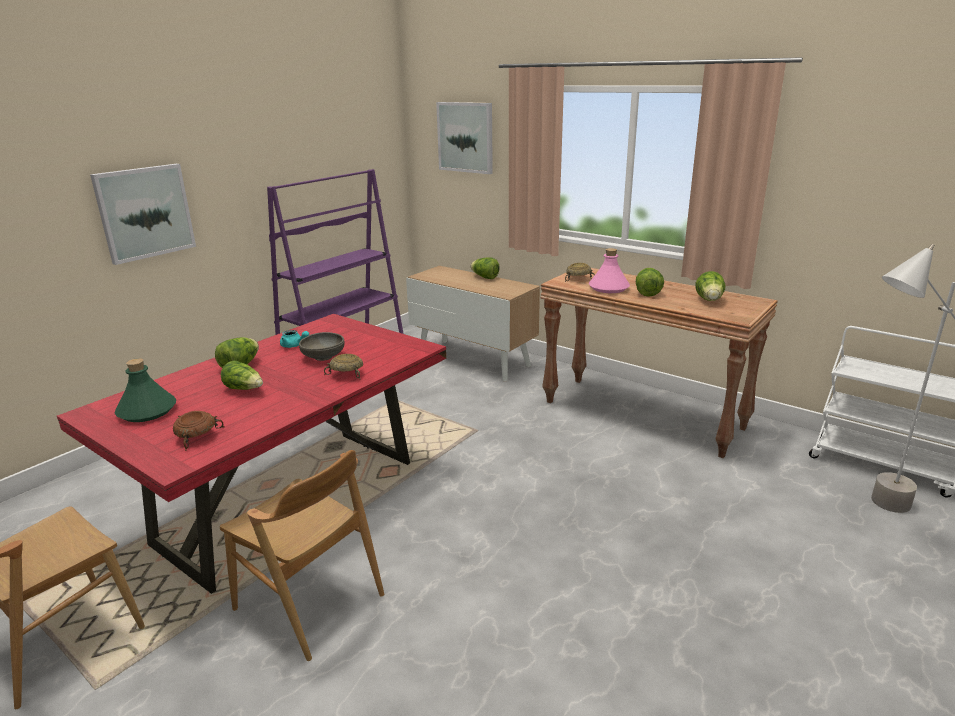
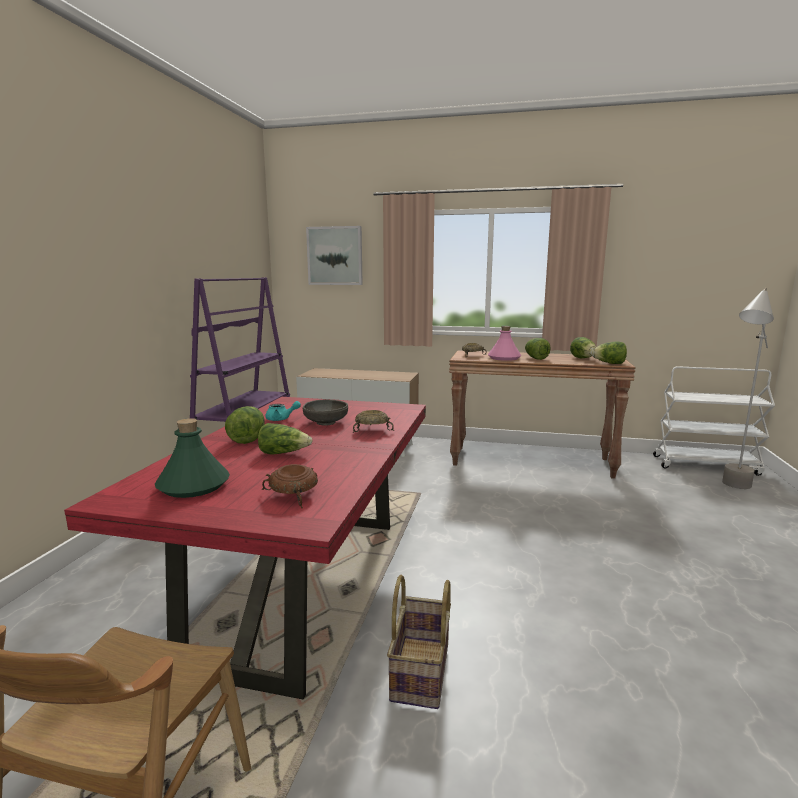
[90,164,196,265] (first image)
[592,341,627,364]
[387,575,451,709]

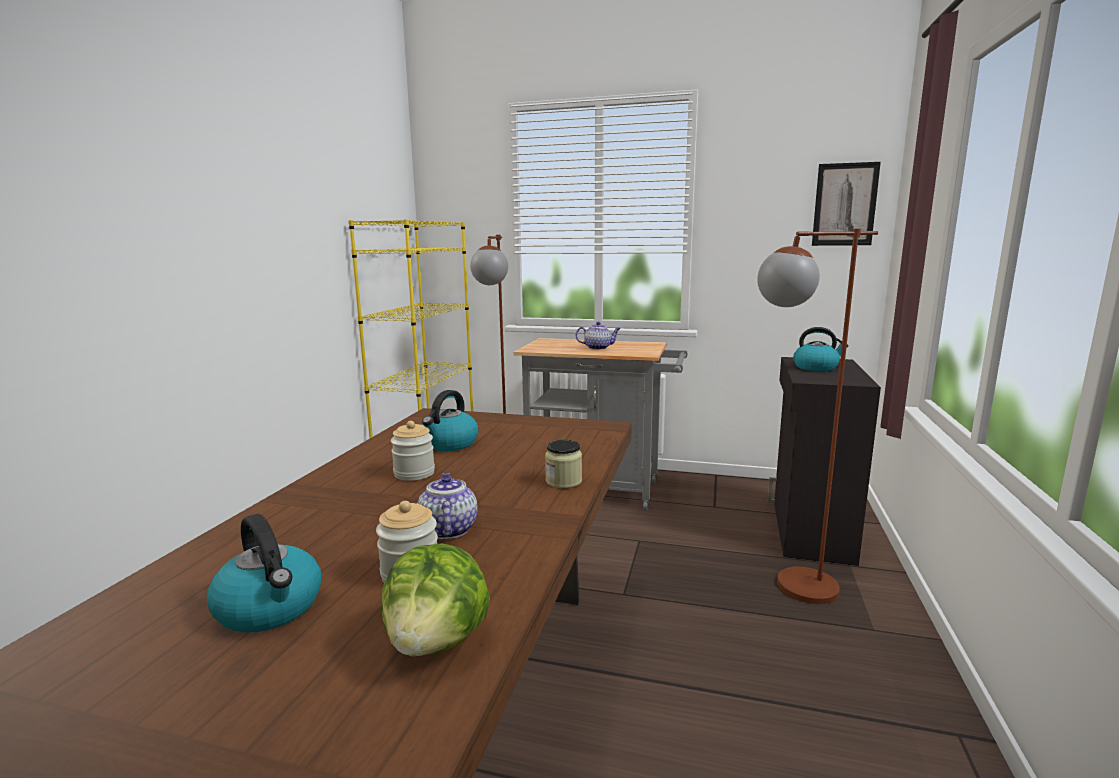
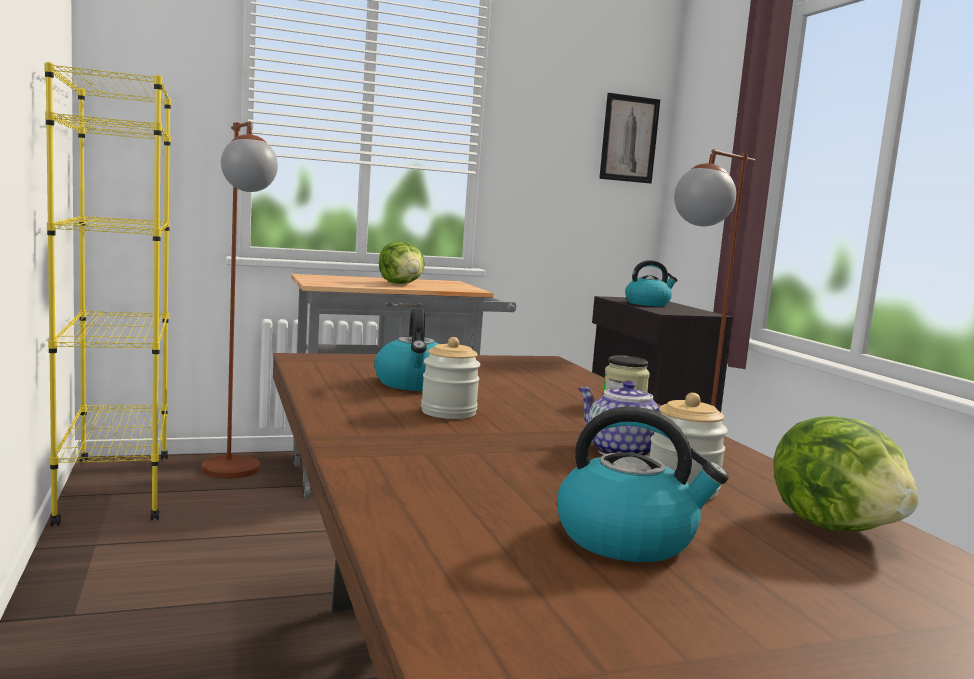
[379,242,425,284]

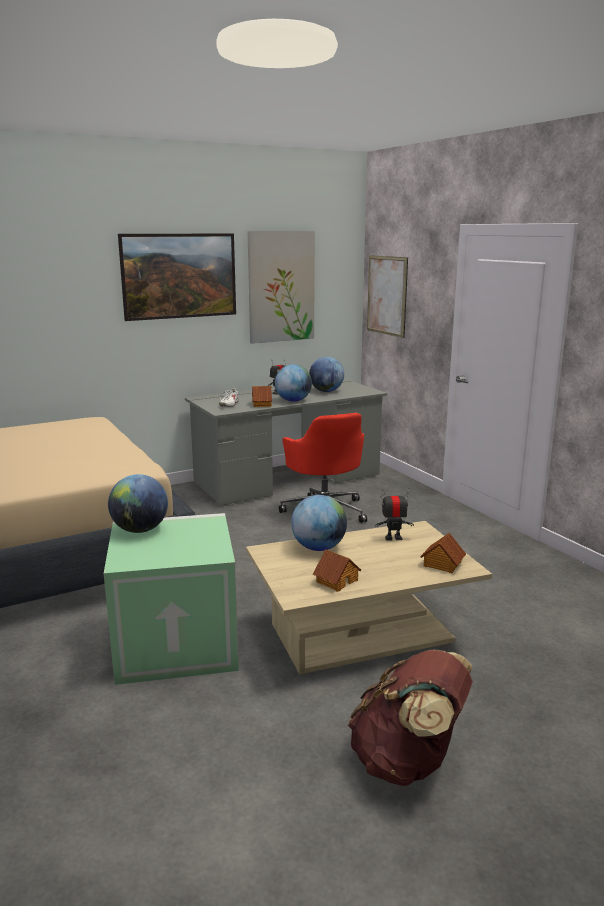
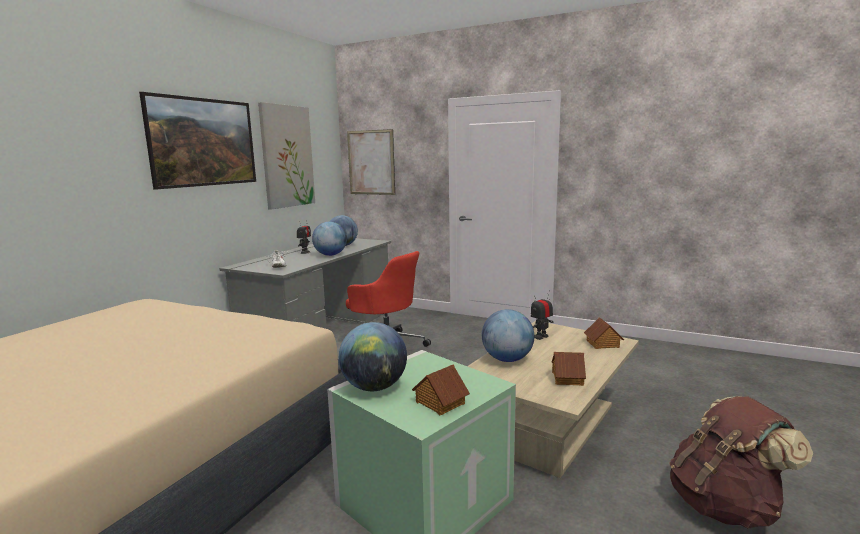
[412,364,470,415]

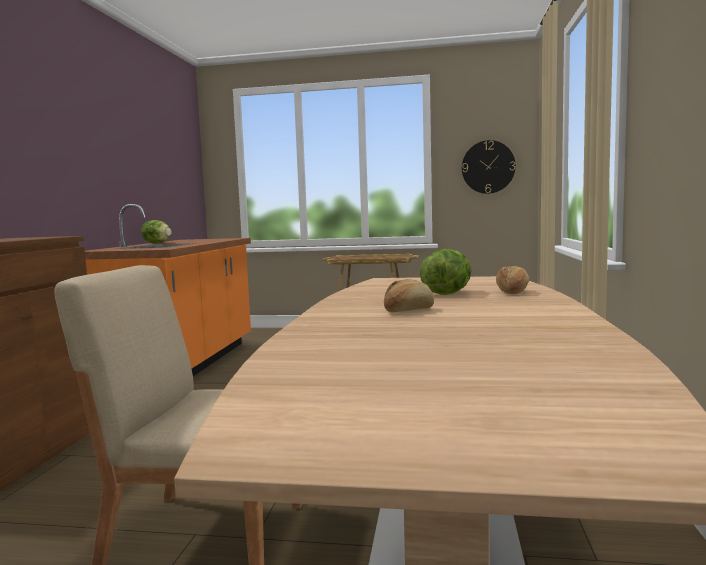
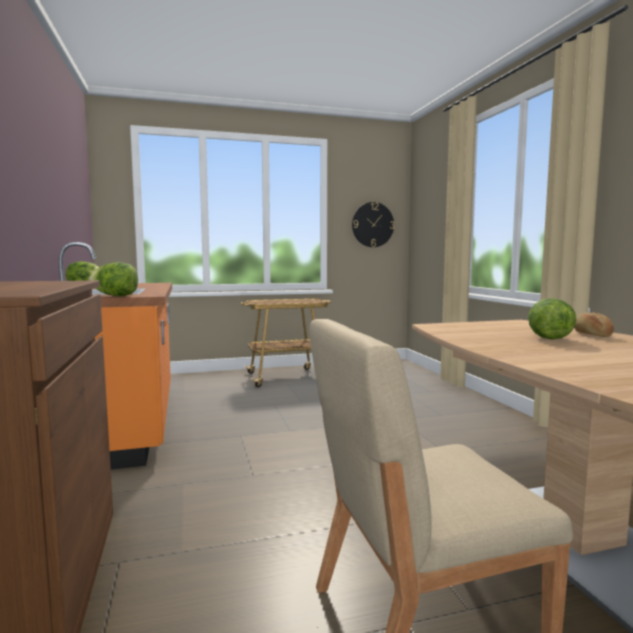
[384,279,434,312] (first image)
[89,262,138,296]

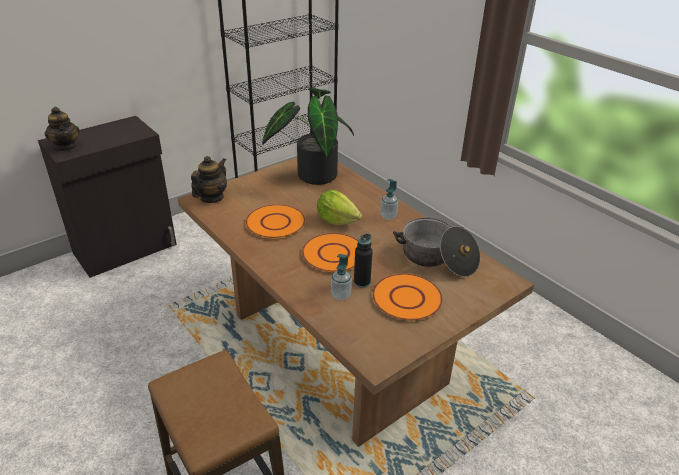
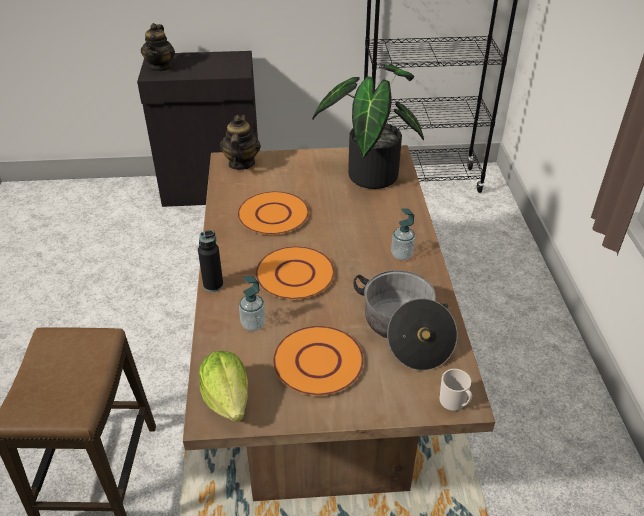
[220,115,261,170]
[199,351,248,422]
[198,230,223,292]
[439,369,472,411]

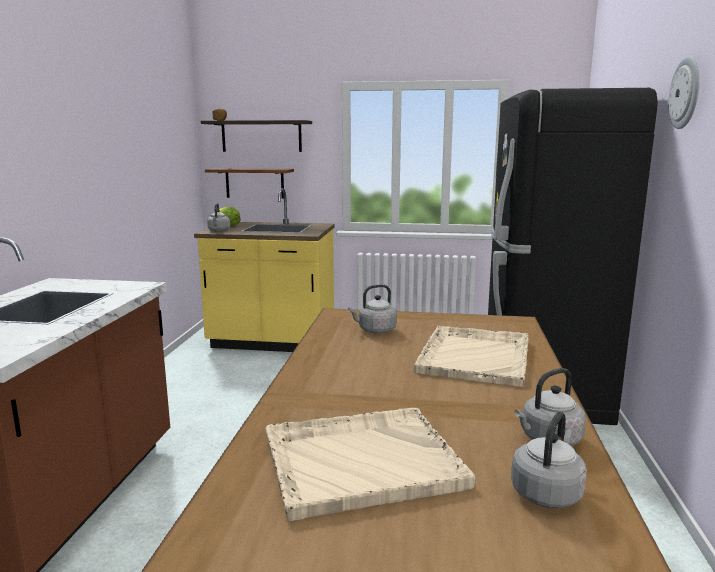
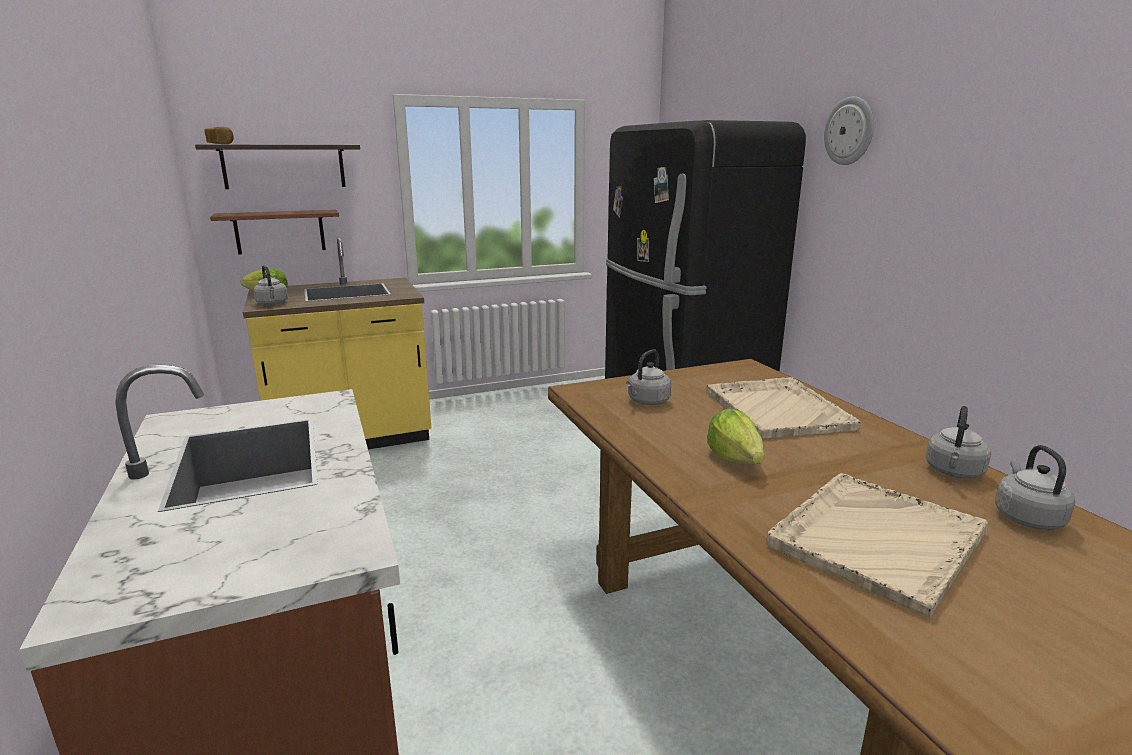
[707,409,765,465]

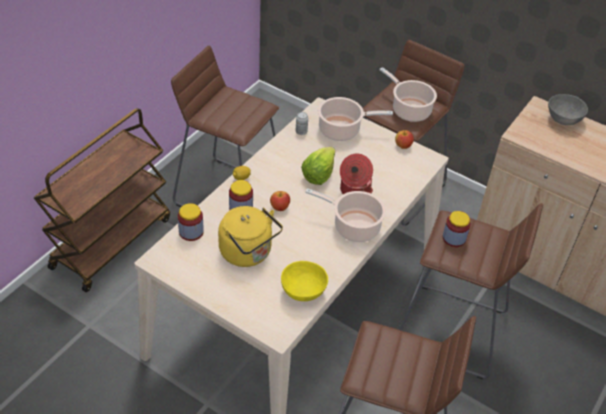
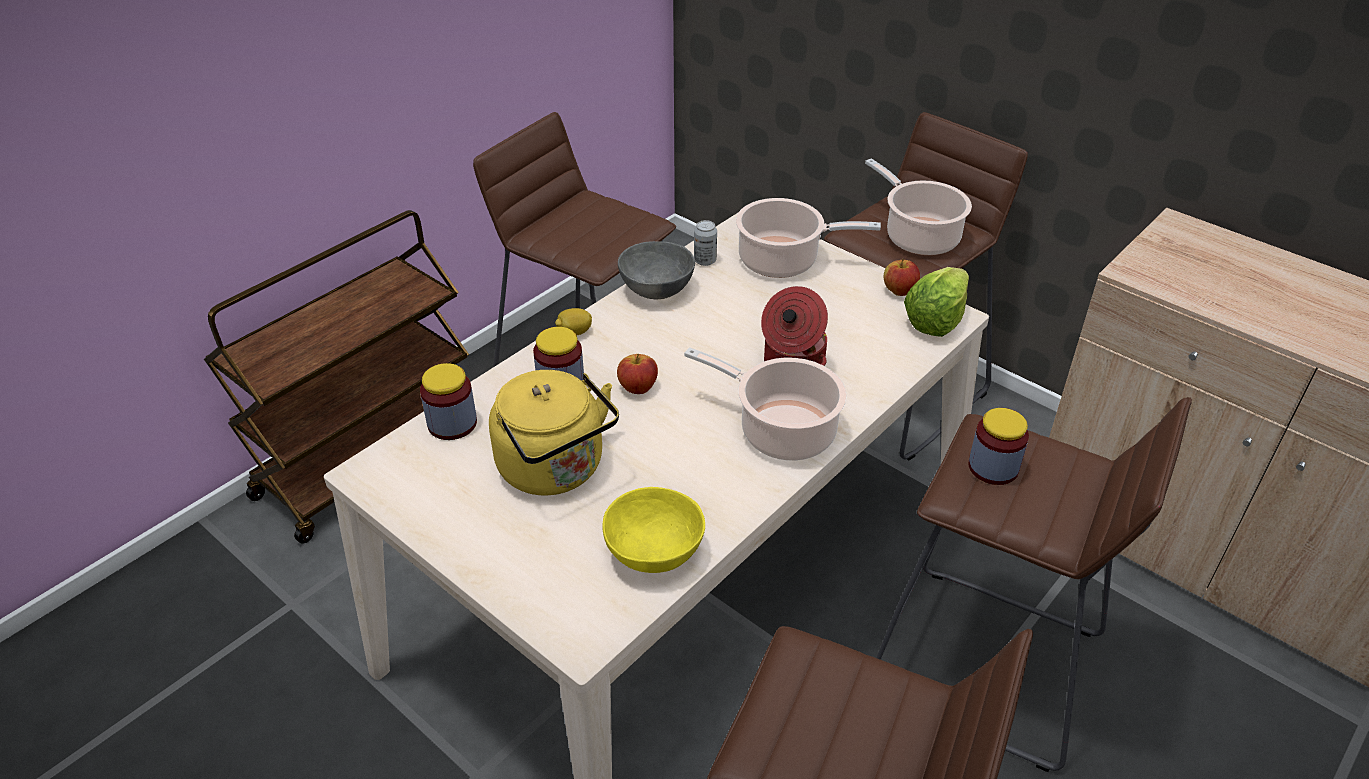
[618,241,695,299]
[904,267,969,337]

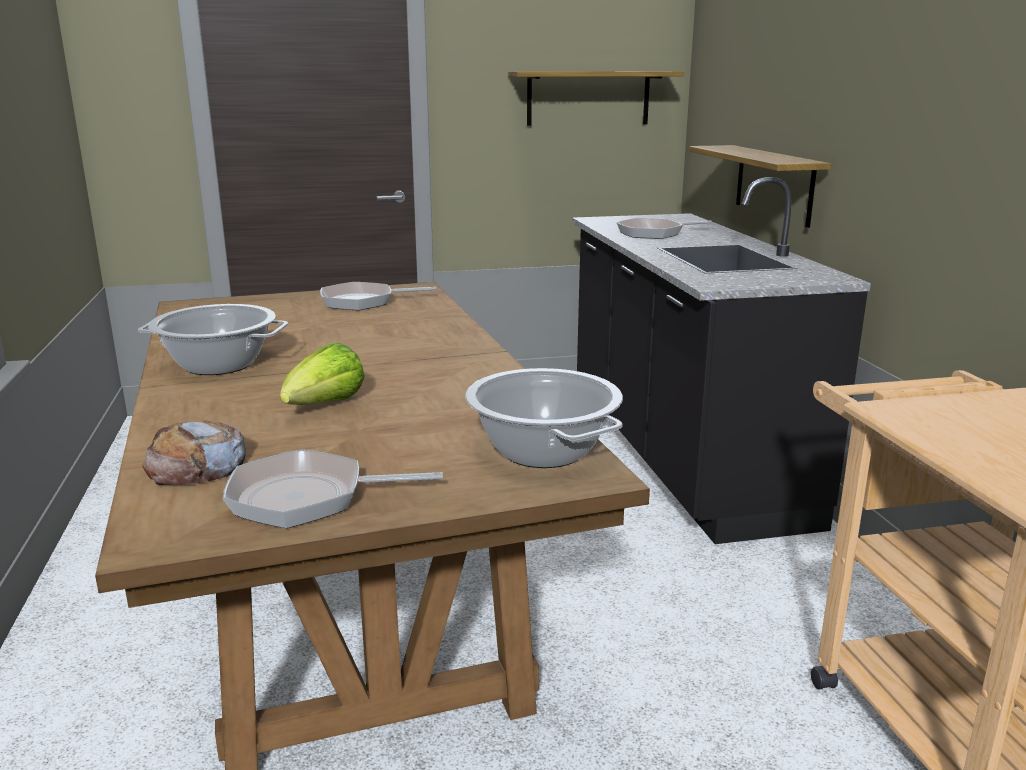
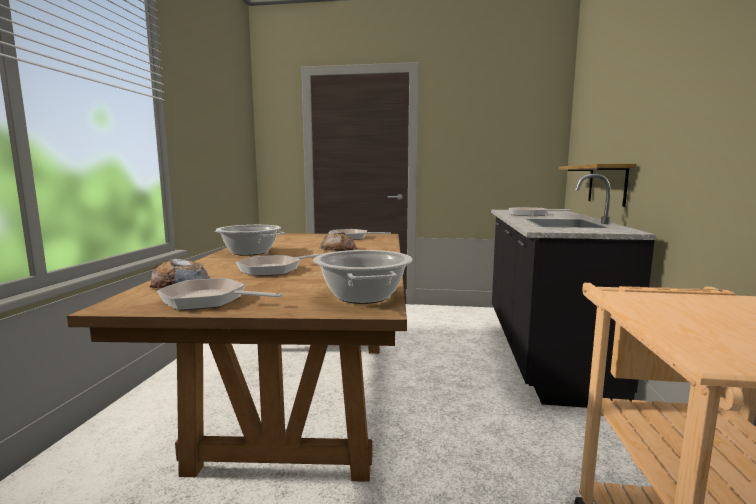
[508,71,684,126] (first image)
[236,253,323,276]
[319,232,357,252]

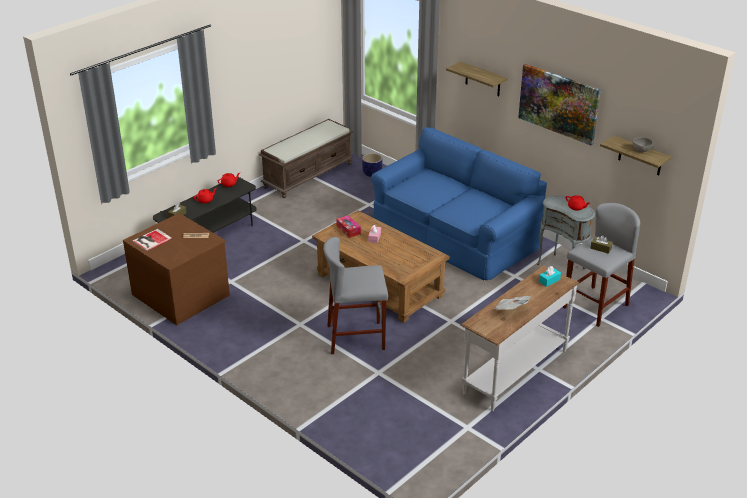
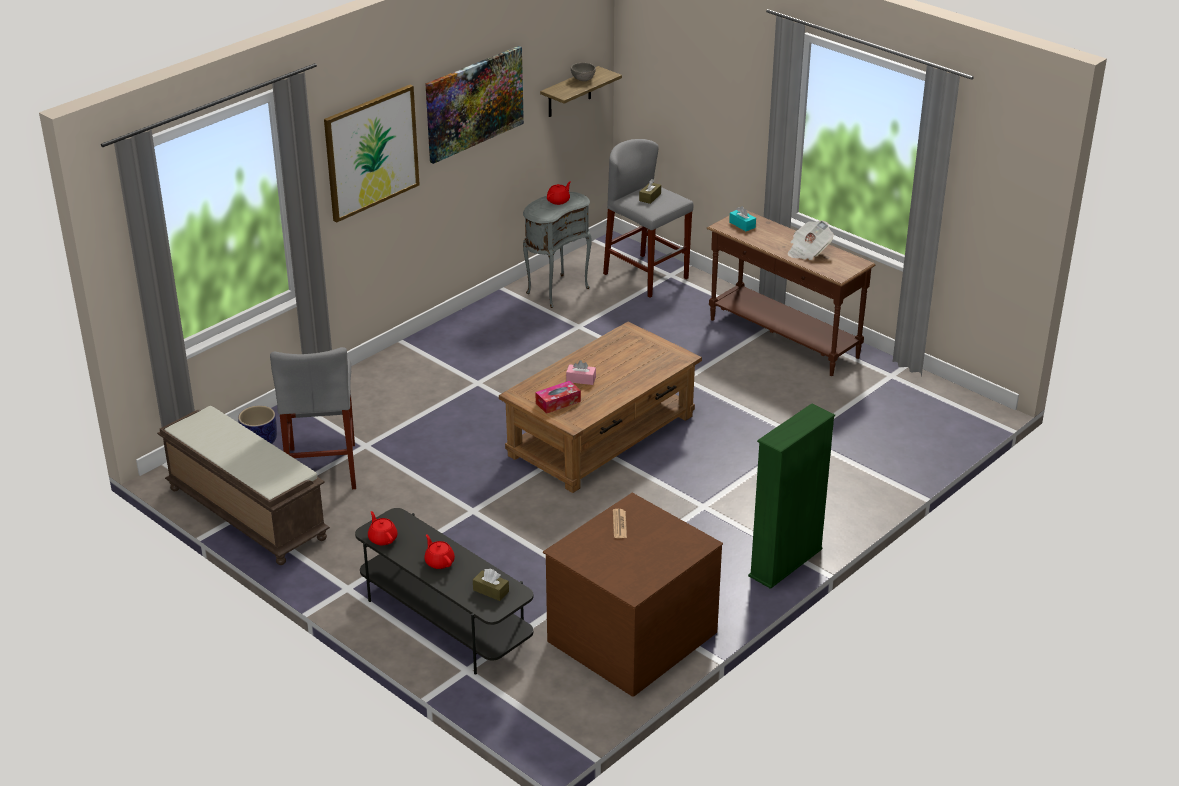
[324,85,420,222]
[371,127,547,281] (first image)
[132,229,172,251] (first image)
[270,347,356,489]
[706,211,876,376]
[748,403,835,589]

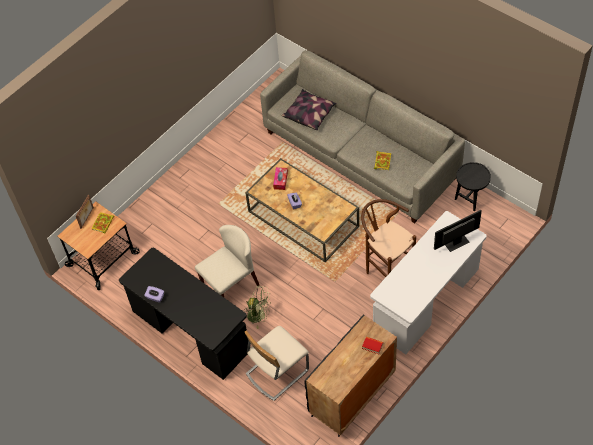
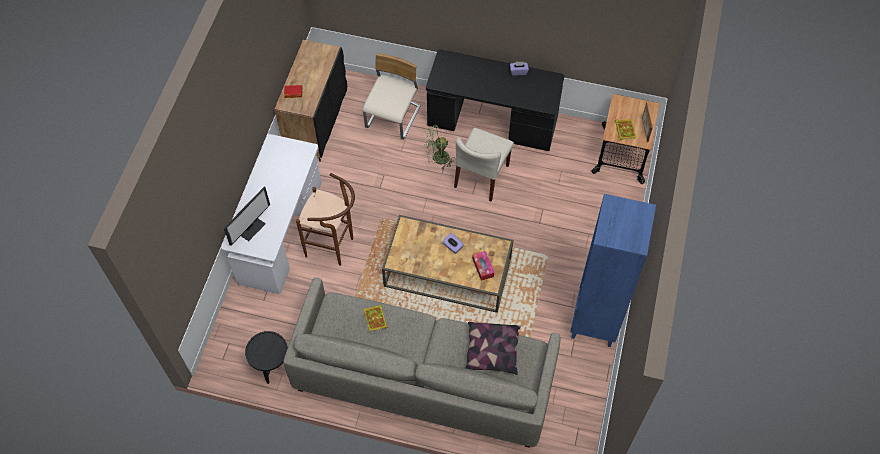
[570,194,656,347]

